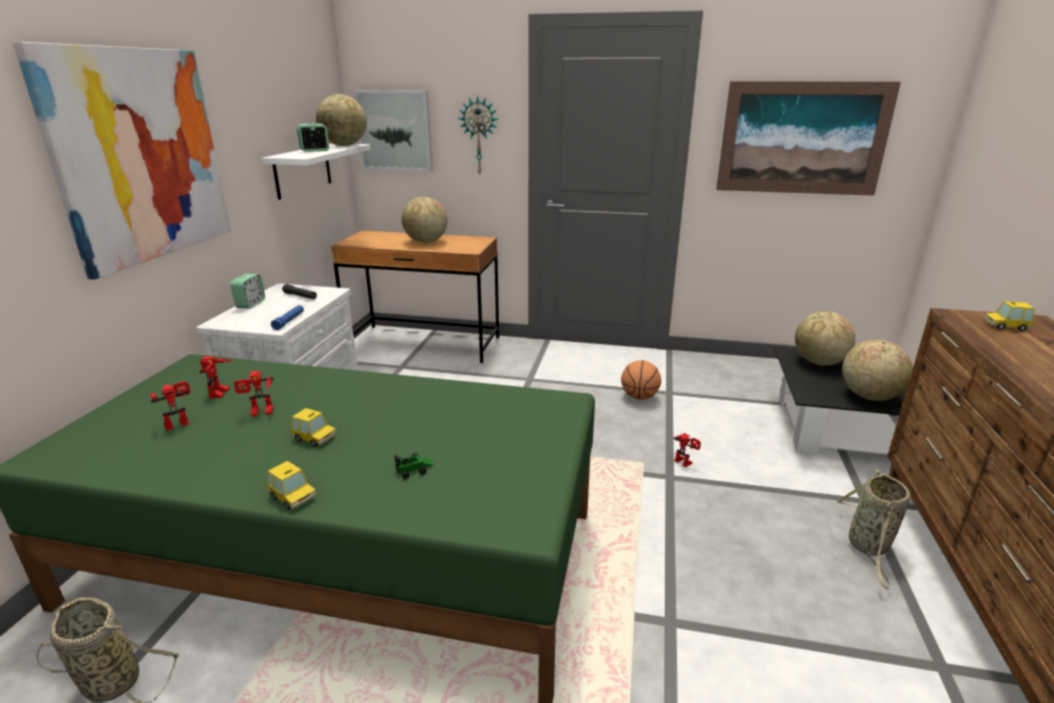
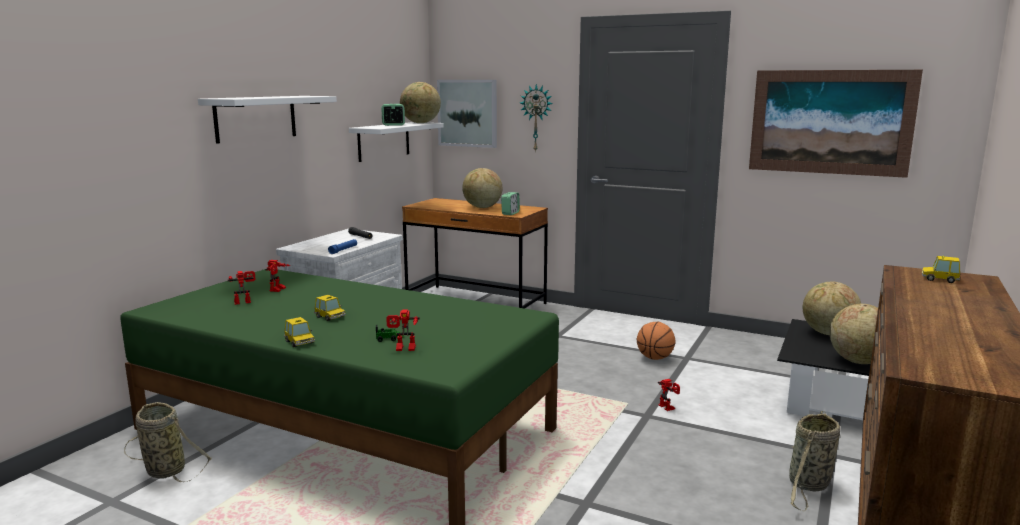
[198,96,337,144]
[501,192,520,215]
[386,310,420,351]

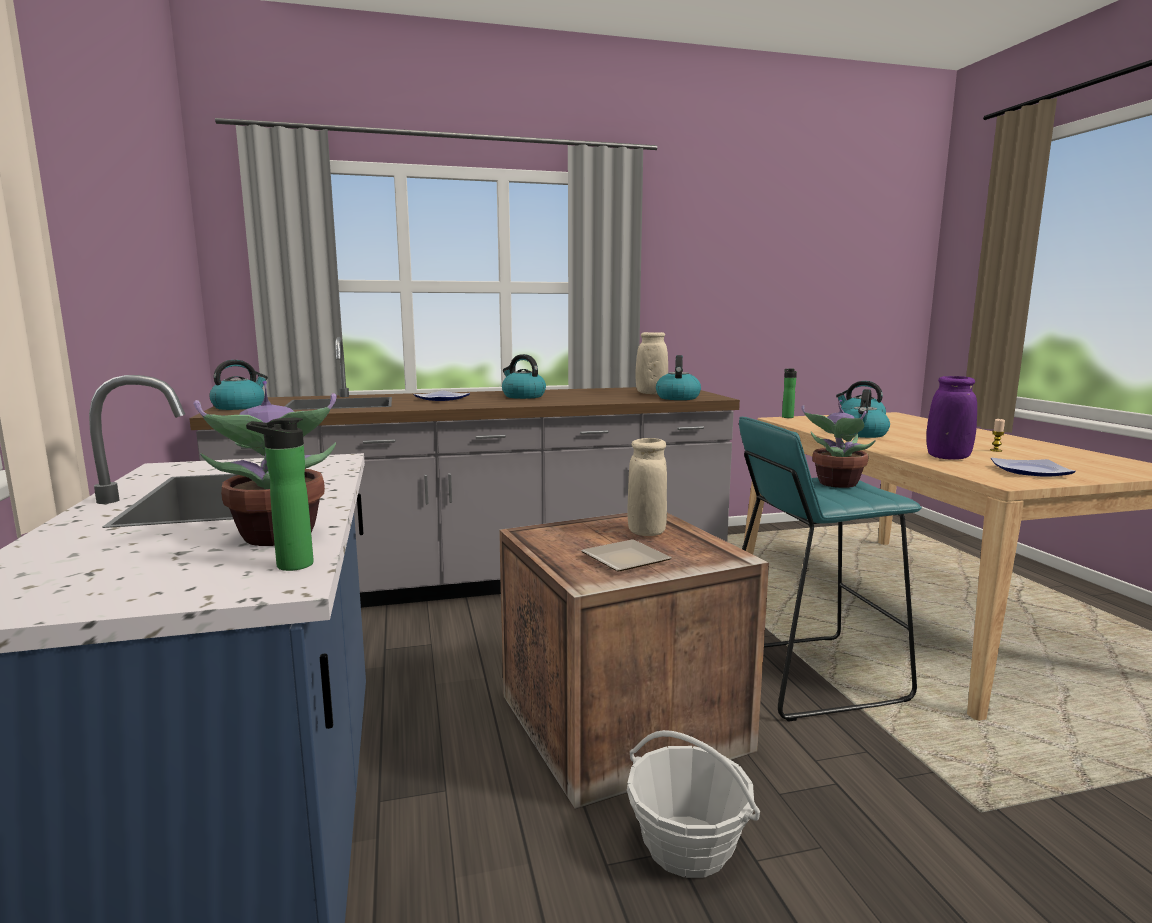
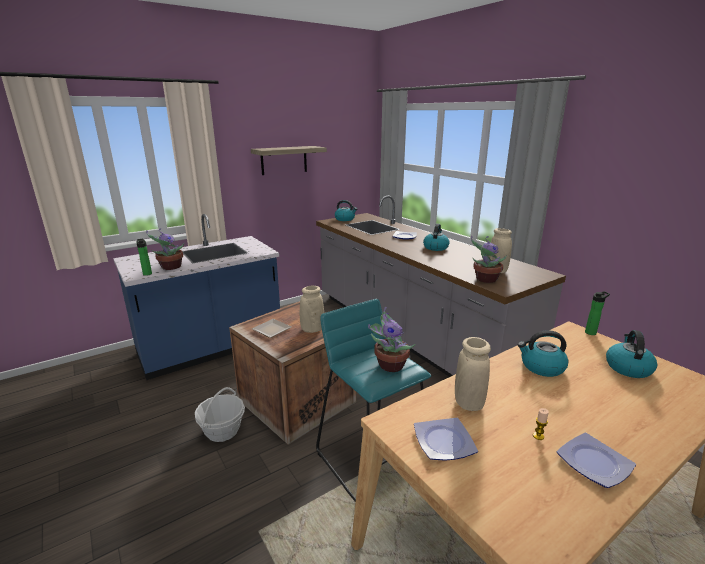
[471,236,507,283]
[455,337,491,411]
[251,146,327,175]
[557,433,636,488]

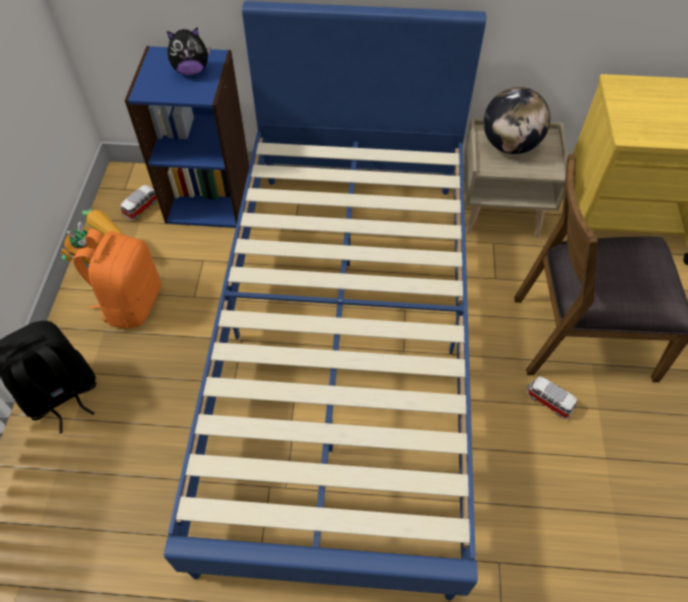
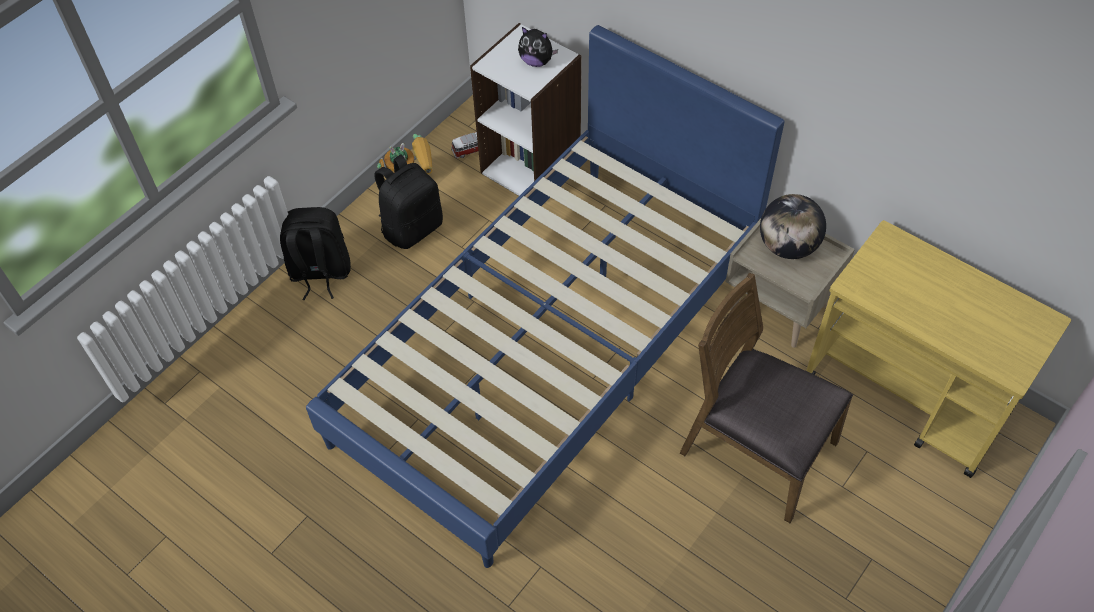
[470,23,581,196]
[374,155,443,249]
[527,376,577,419] (first image)

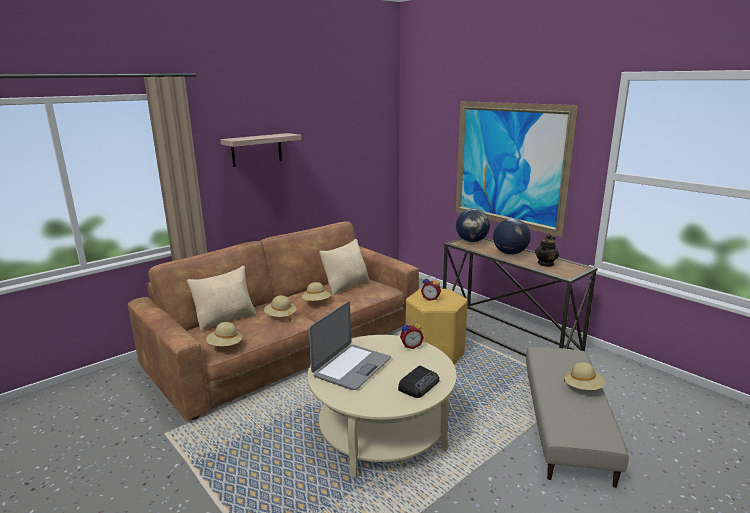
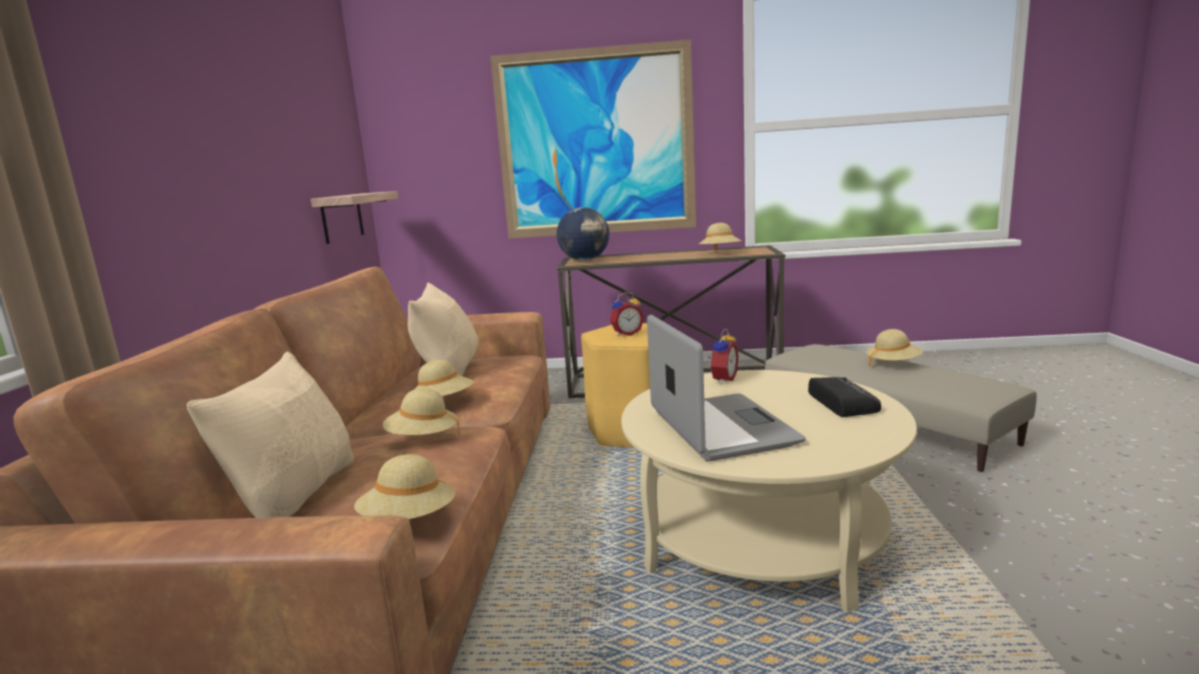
[311,191,398,244]
[493,218,531,255] (first image)
[699,223,742,251]

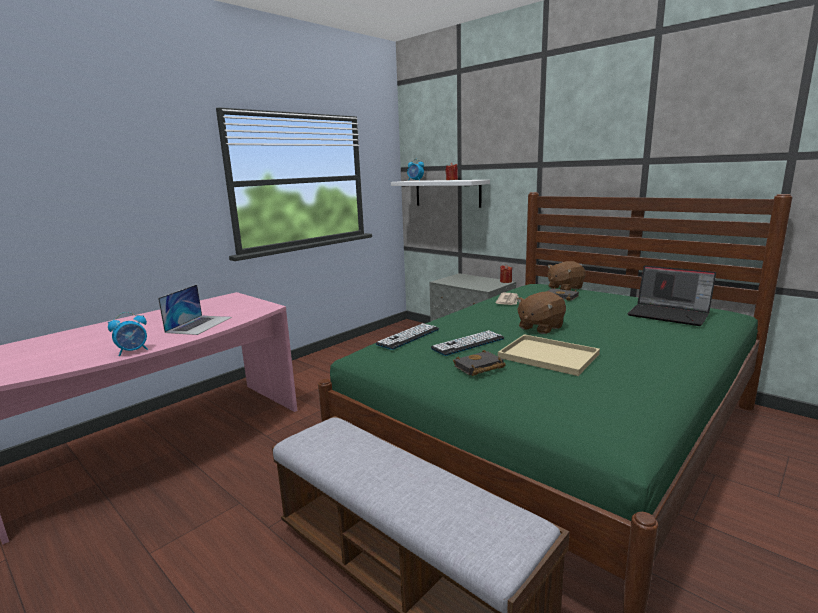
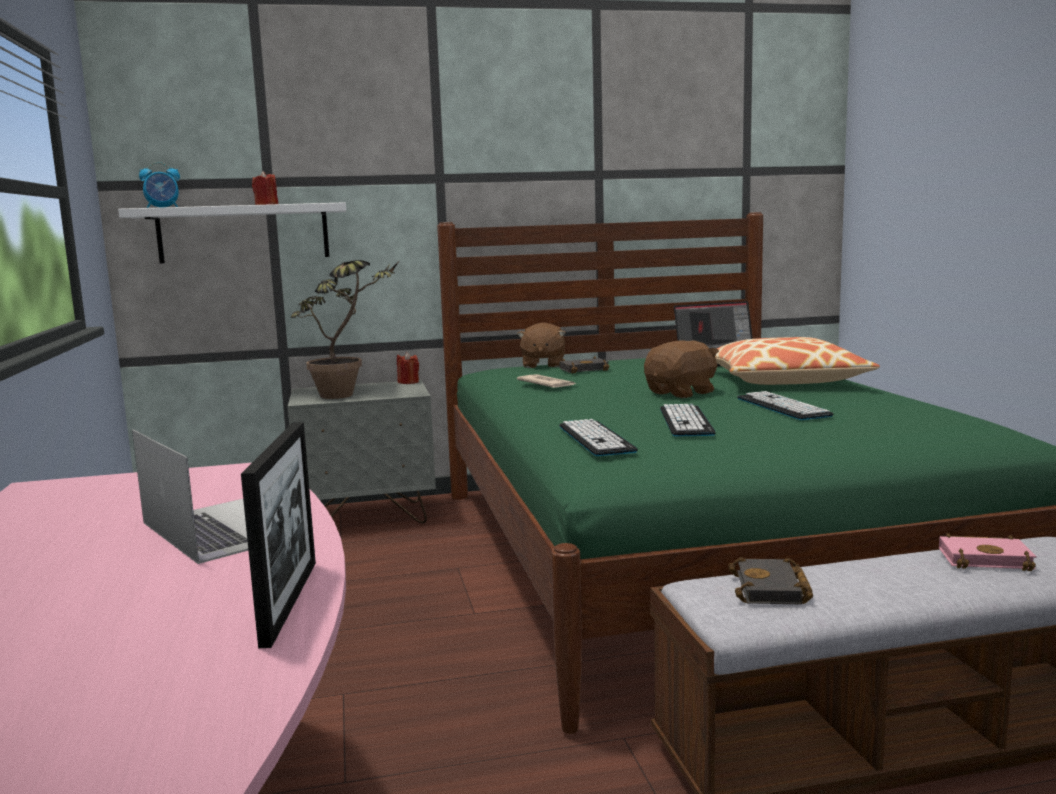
[644,340,719,398]
[241,422,316,648]
[737,391,834,420]
[728,557,813,604]
[291,260,399,399]
[715,337,880,385]
[939,533,1037,571]

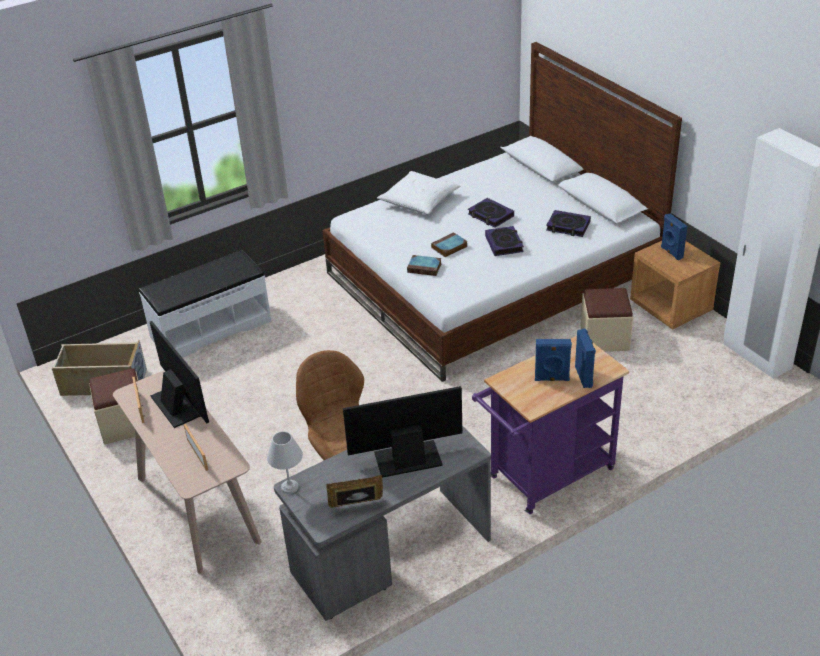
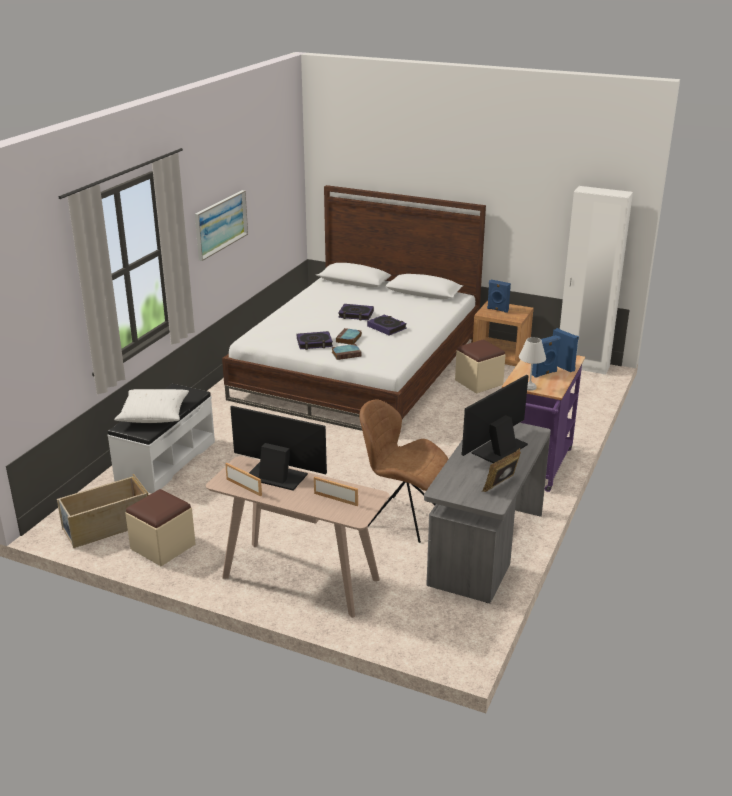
[114,389,189,423]
[297,331,333,350]
[519,337,546,391]
[195,190,248,261]

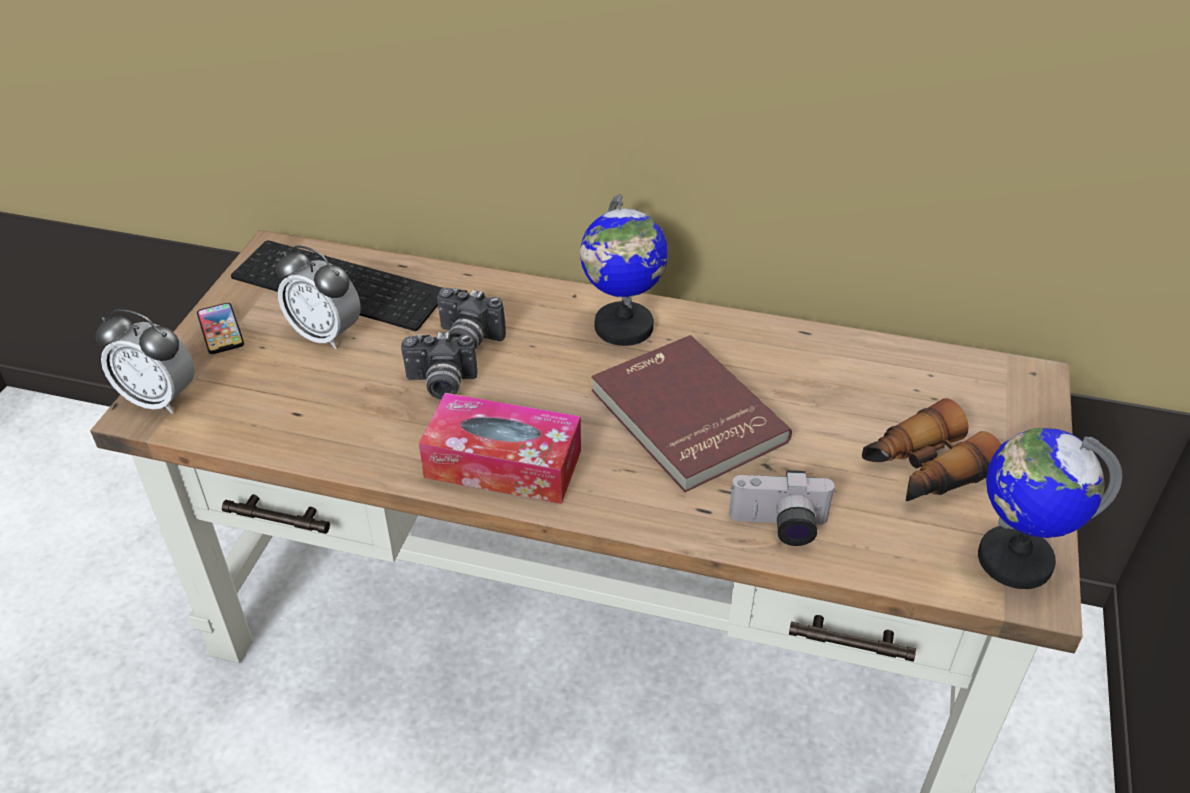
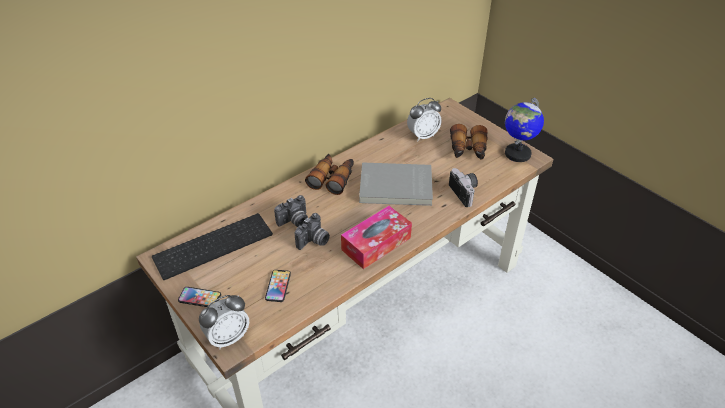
[305,154,354,195]
[407,98,442,141]
[359,162,433,206]
[449,168,478,207]
[265,270,291,302]

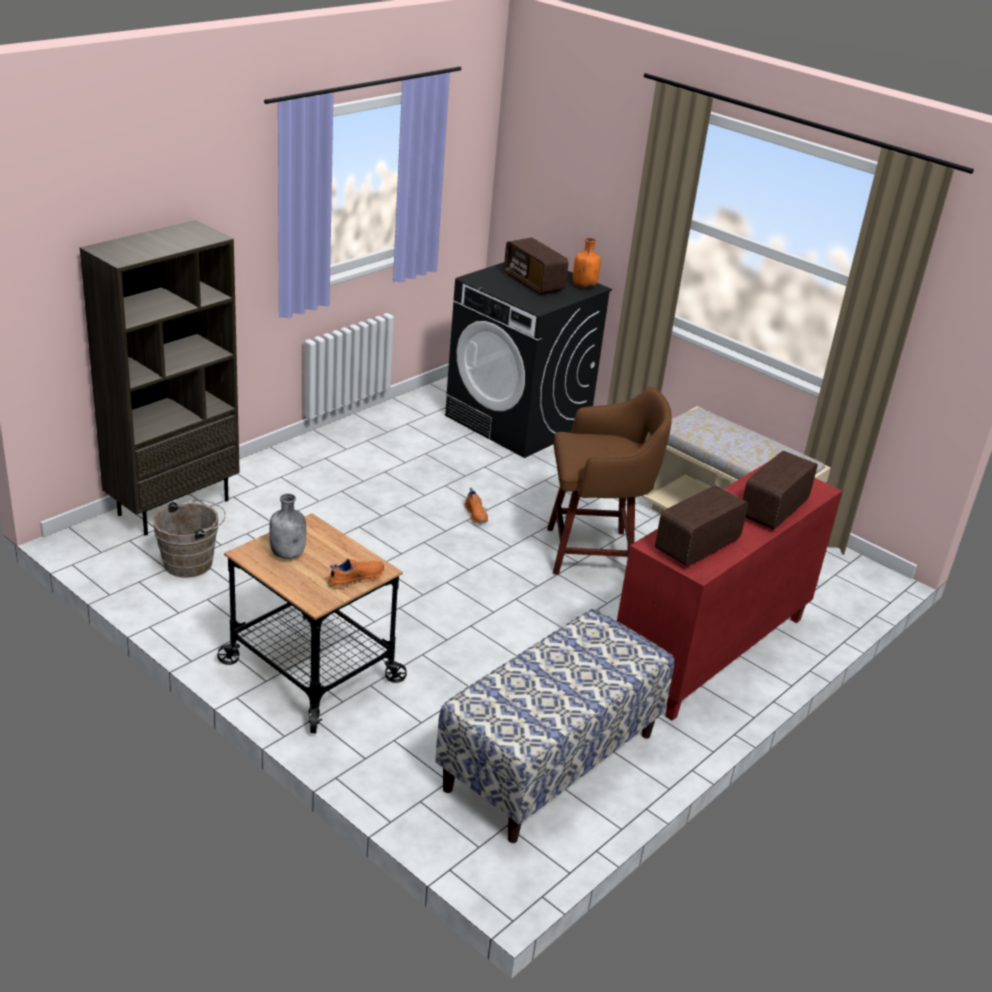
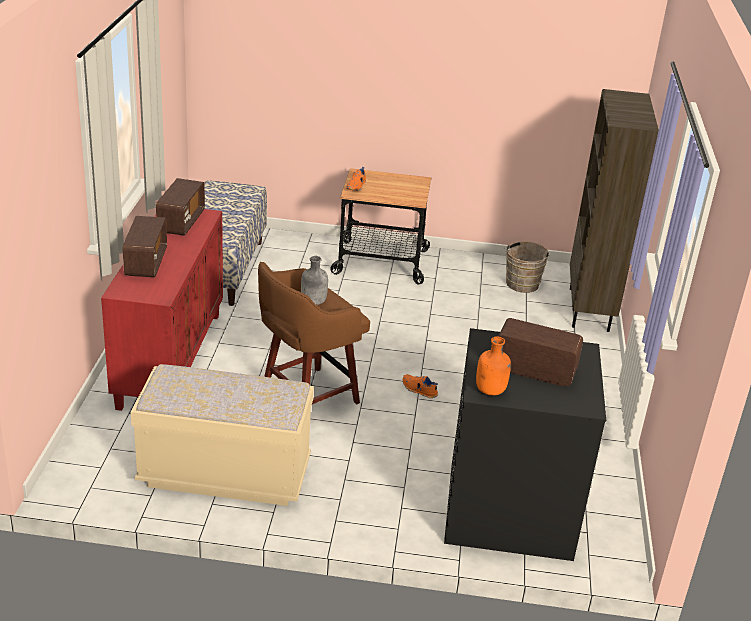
[301,256,328,305]

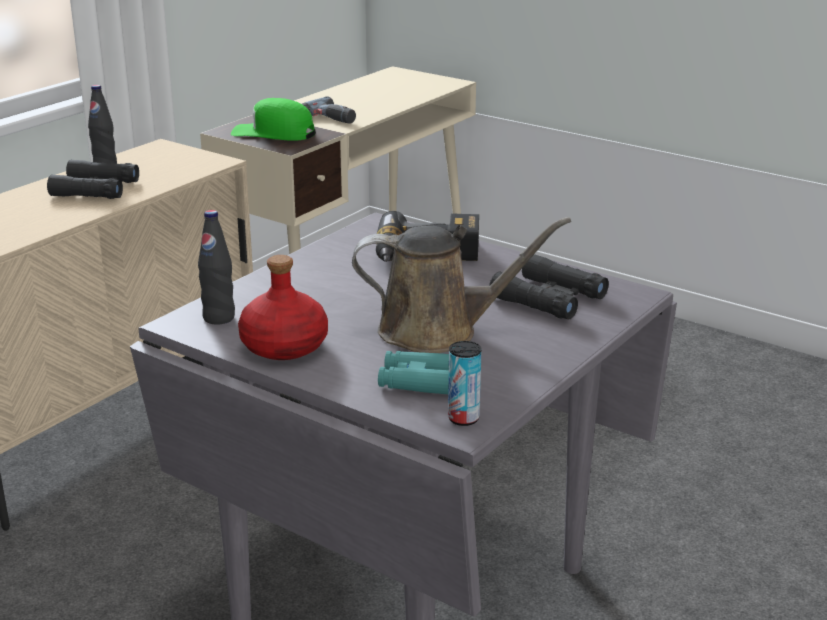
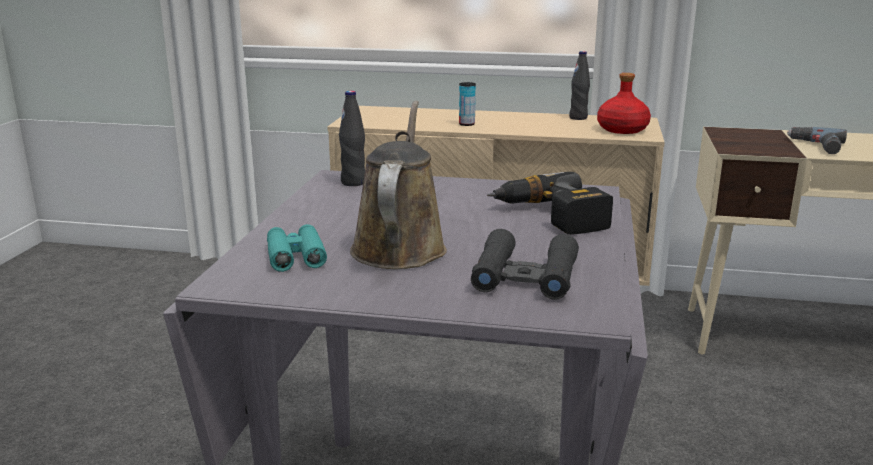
[231,98,316,141] (first image)
[47,160,139,199] (first image)
[350,101,447,269]
[597,73,651,134]
[459,82,476,126]

